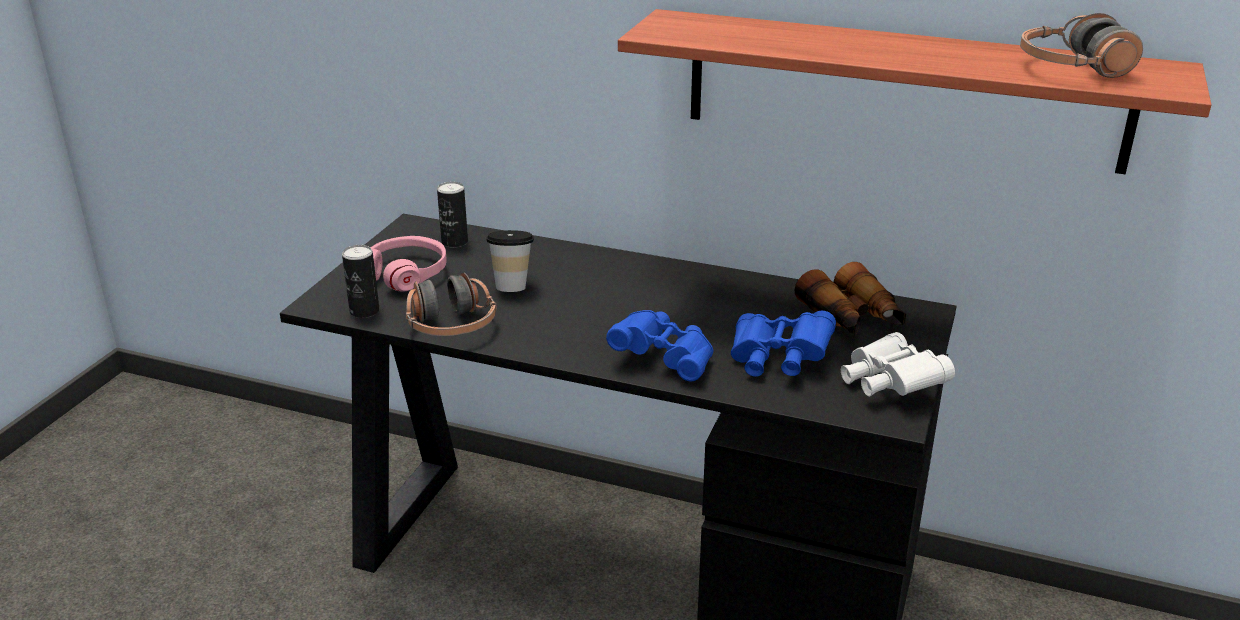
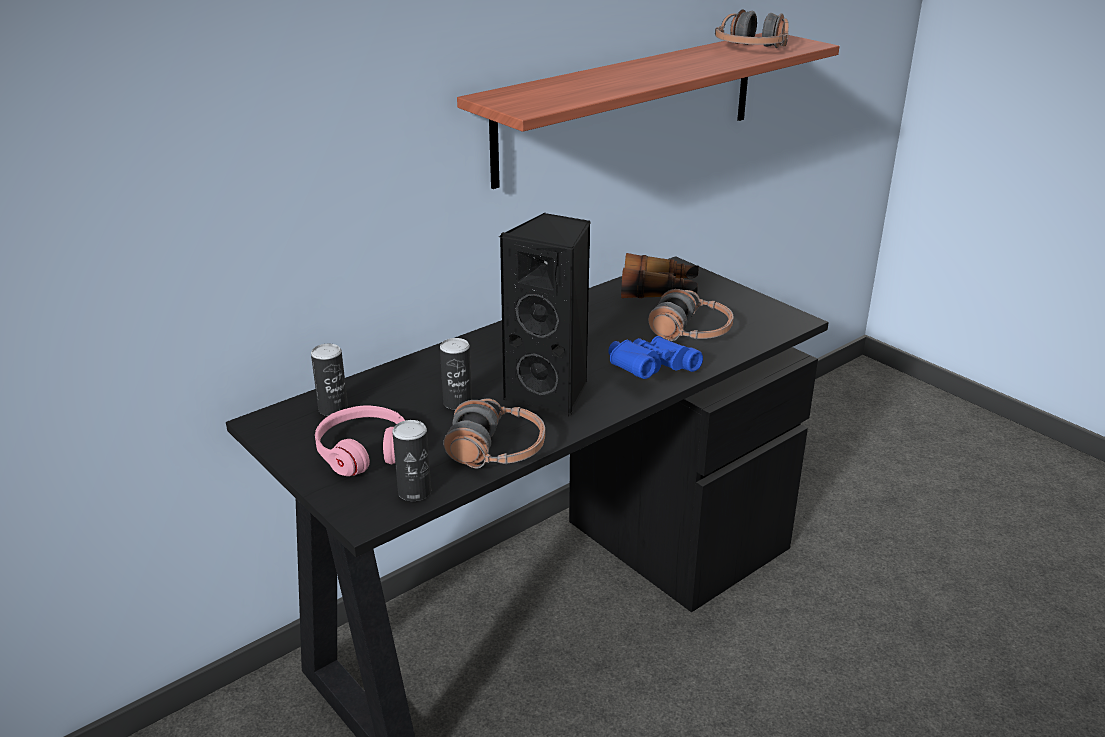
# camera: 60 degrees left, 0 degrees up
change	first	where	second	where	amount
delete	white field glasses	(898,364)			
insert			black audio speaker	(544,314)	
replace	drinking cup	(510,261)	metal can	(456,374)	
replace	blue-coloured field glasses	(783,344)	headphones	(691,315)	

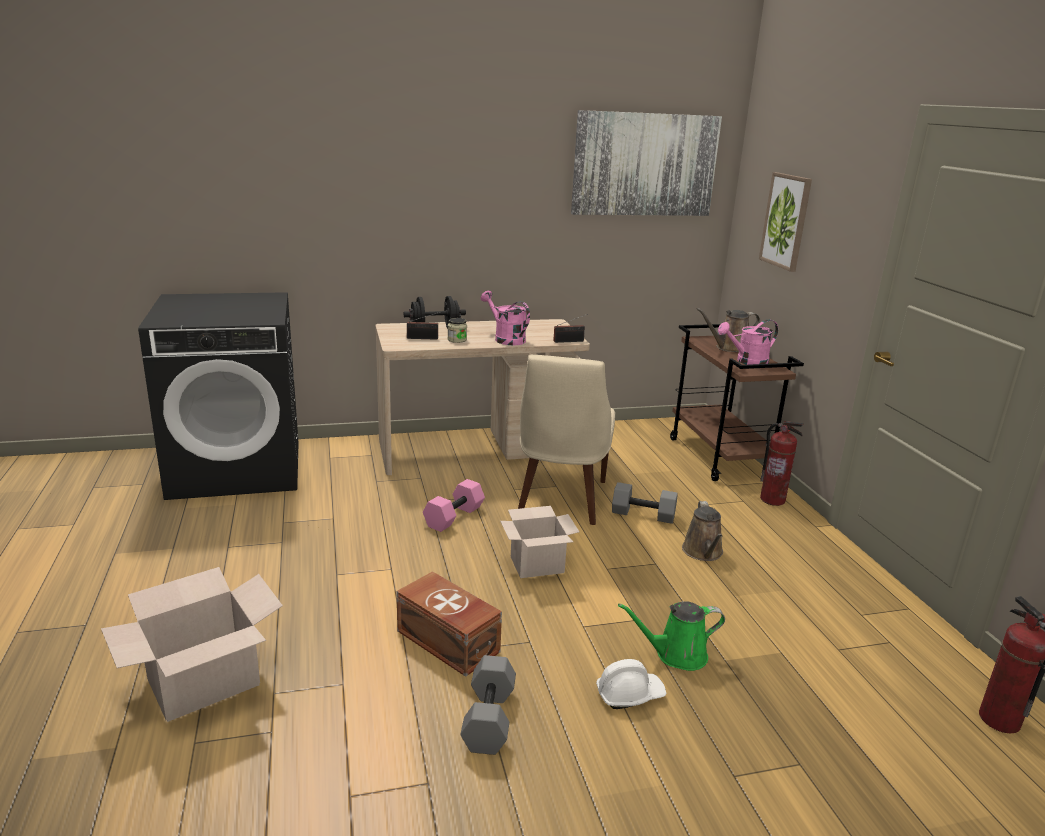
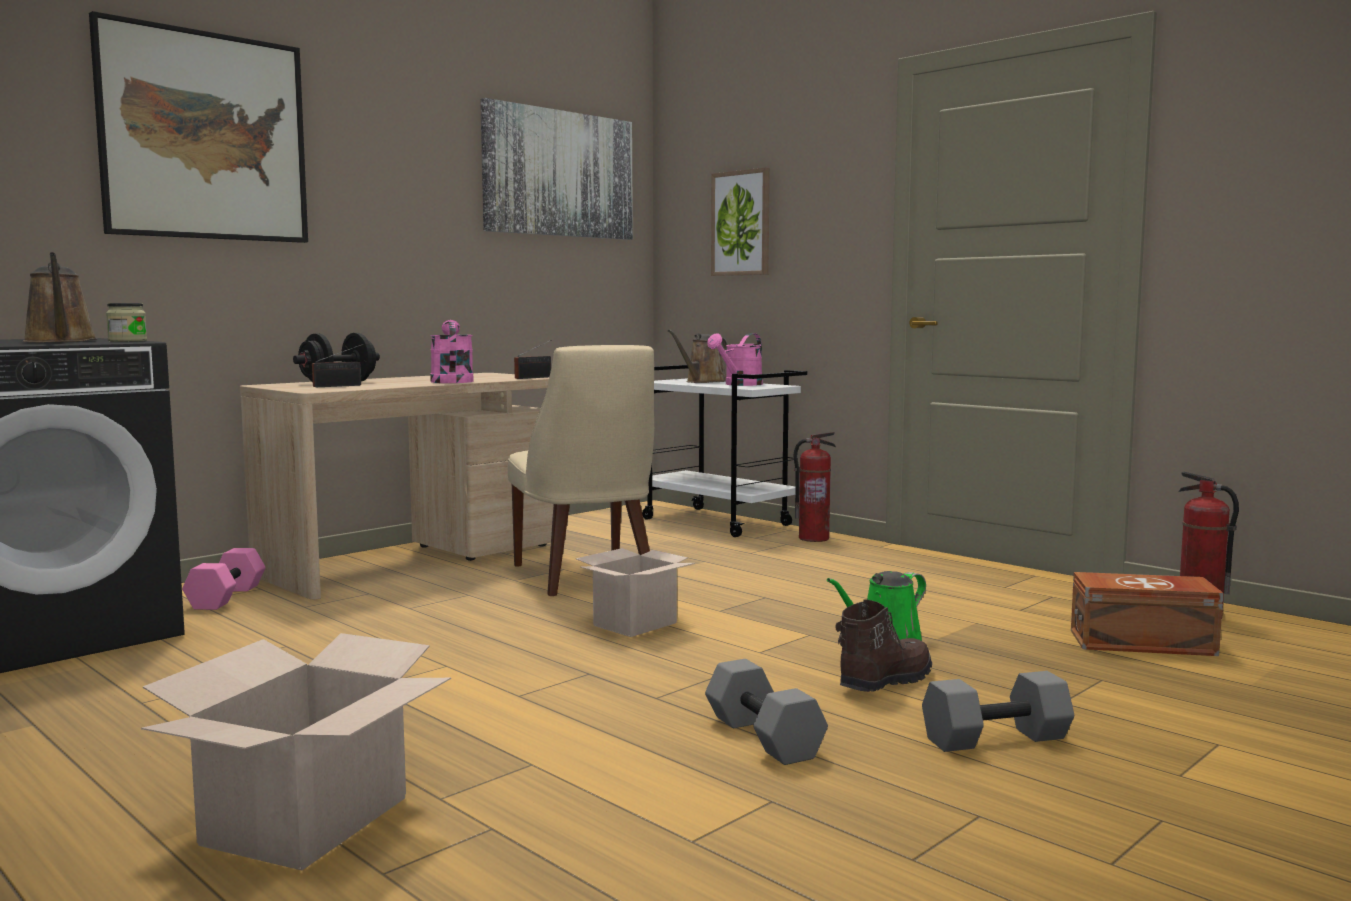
# camera: 30 degrees left, 15 degrees down
change	first	where	second	where	amount
insert			wall art	(198,127)	
move	brown-coloured storage bin	(449,624)		(1147,614)	
move	pink-coloured free weight	(454,505)		(223,579)	
move	jar	(457,330)		(126,322)	
move	grey free weight	(645,503)		(998,711)	
move	brown-coloured sprinkling can	(702,531)		(60,297)	
replace	white work helmet	(631,684)	brown-coloured tall boot	(883,646)	
recolor	brown-coloured wheeled cart	(737,402)	white wheeled cart	(724,451)	
rotate	pink-coloured sprinkling can	(505,318)		(452,351)	60 degrees clockwise

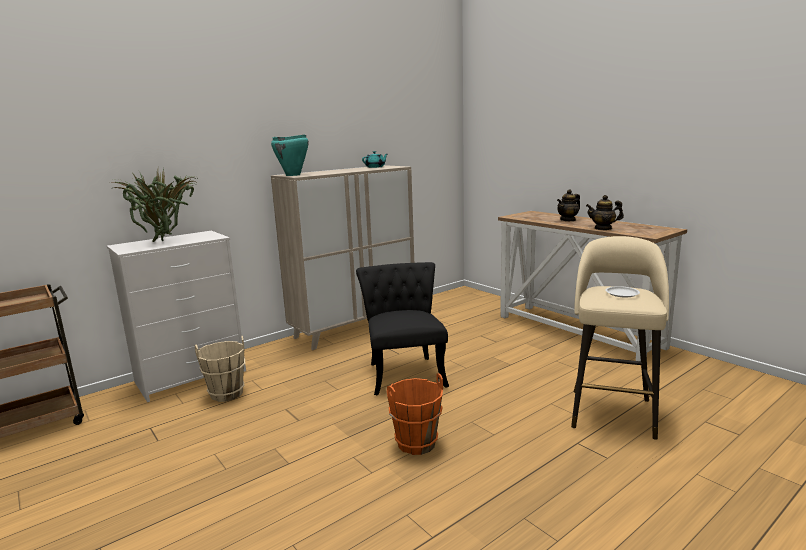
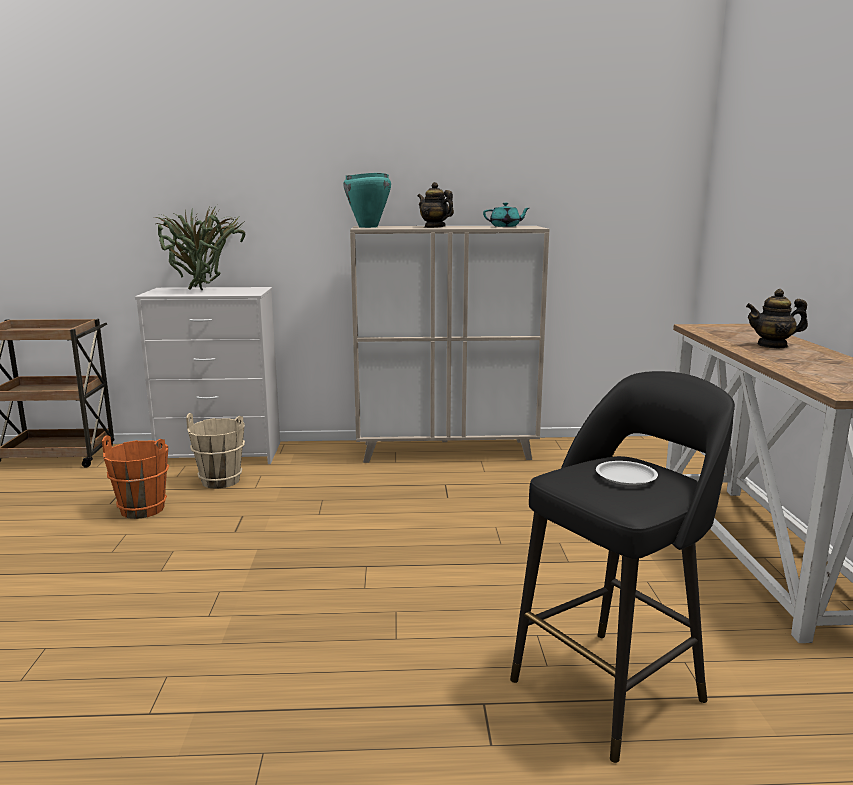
# camera: 35 degrees right, 0 degrees up
change	first	where	second	where	amount
delete	black upright chair	(402,328)			
move	orange water bucket	(415,414)		(135,477)	
move	tea pot	(605,212)		(435,205)	
recolor	beige stool	(620,338)	black stool	(622,567)	

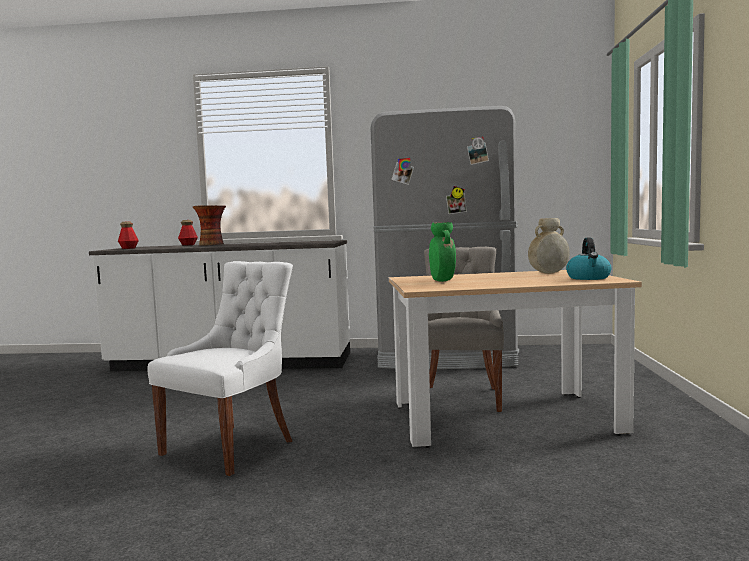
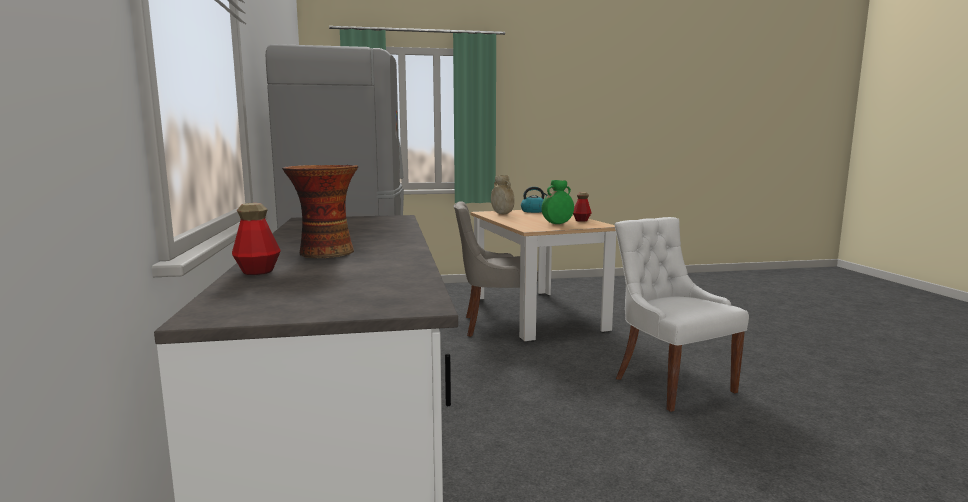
# camera: 105 degrees left, 5 degrees up
change	first	where	second	where	amount
move	drink bottle	(128,235)		(582,207)	
rotate	white upright chair	(220,368)		(682,314)	45 degrees clockwise

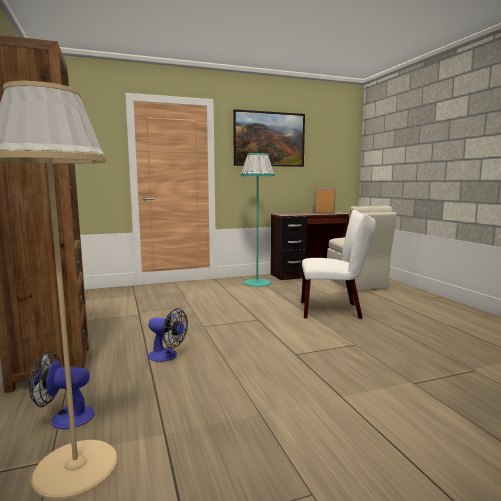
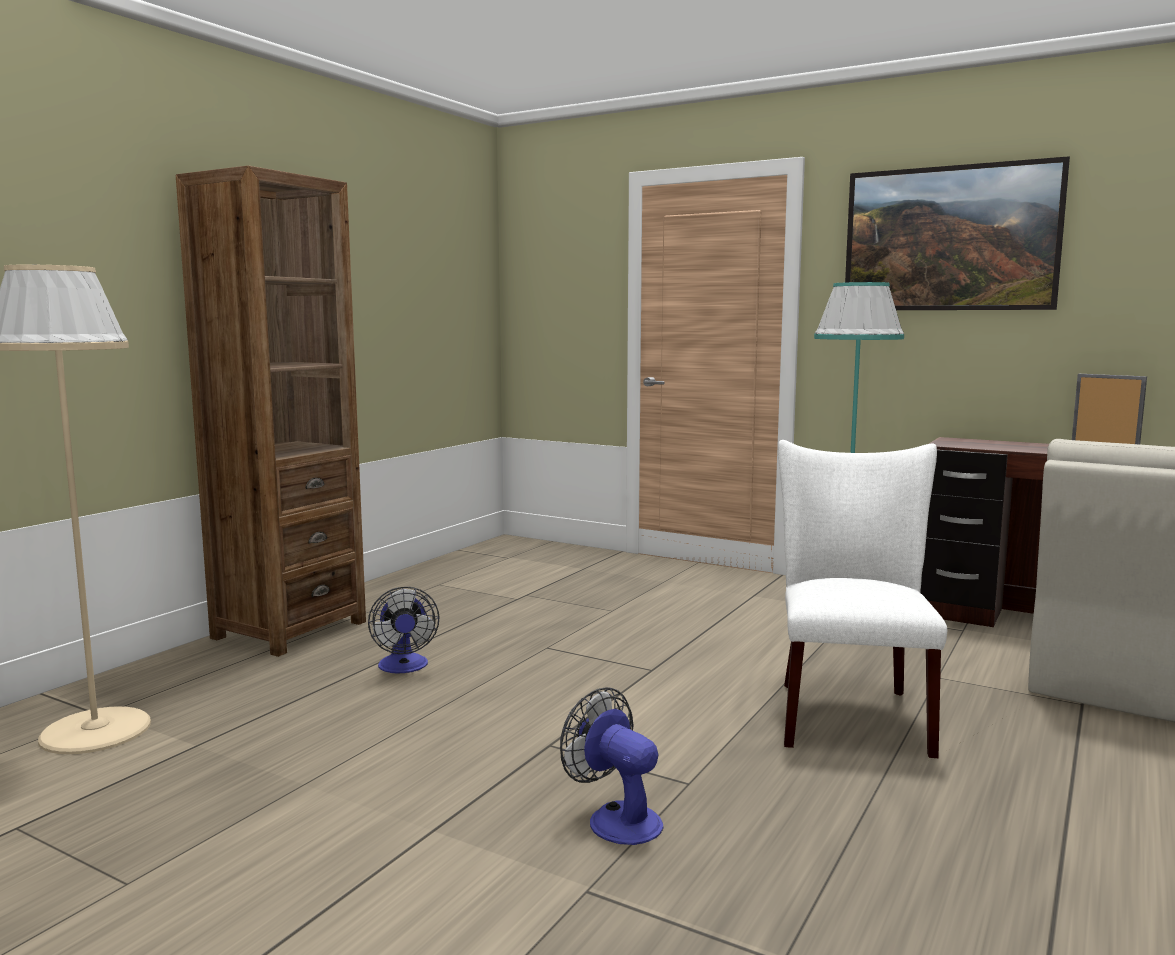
# camera: 50 degrees right, 0 degrees up
change	first	where	second	where	amount
move	cooling fan	(61,390)		(611,766)	
rotate	white upright chair	(338,264)		(862,599)	135 degrees counterclockwise

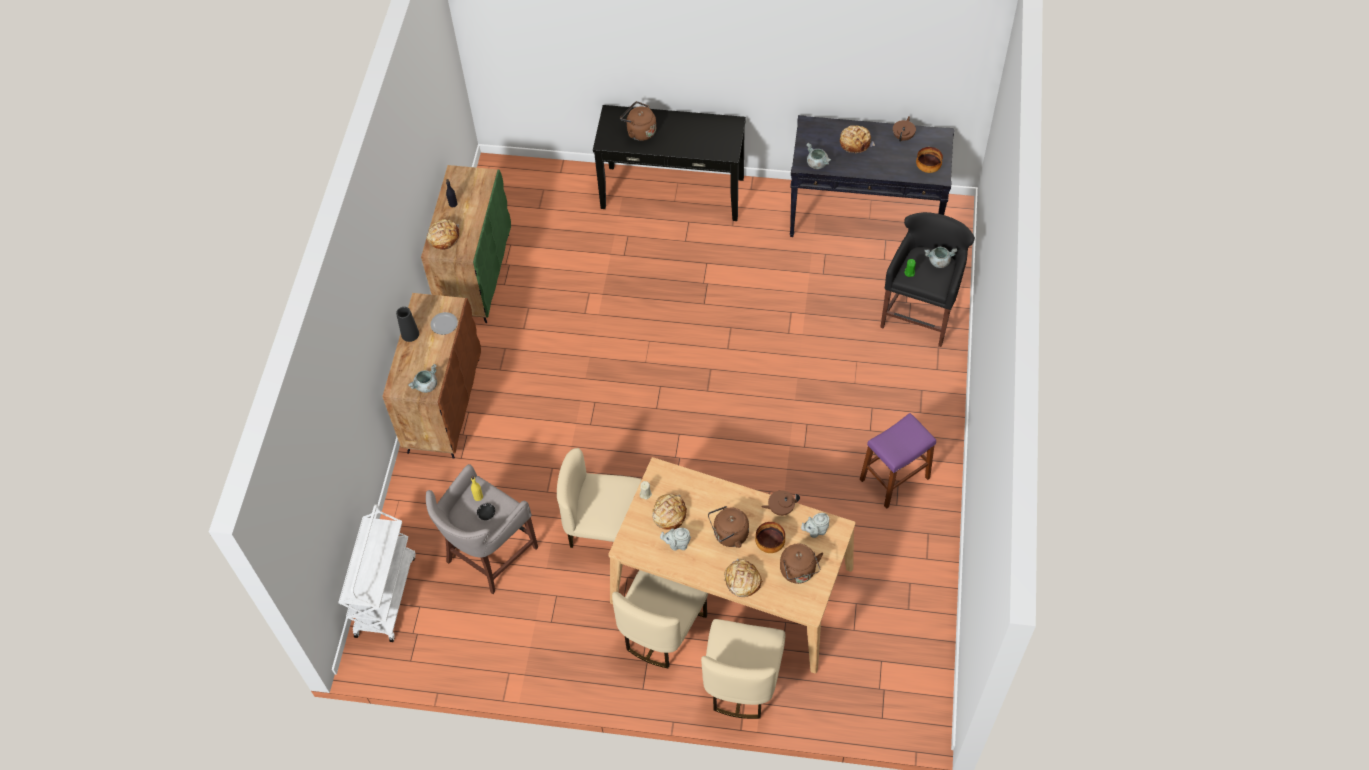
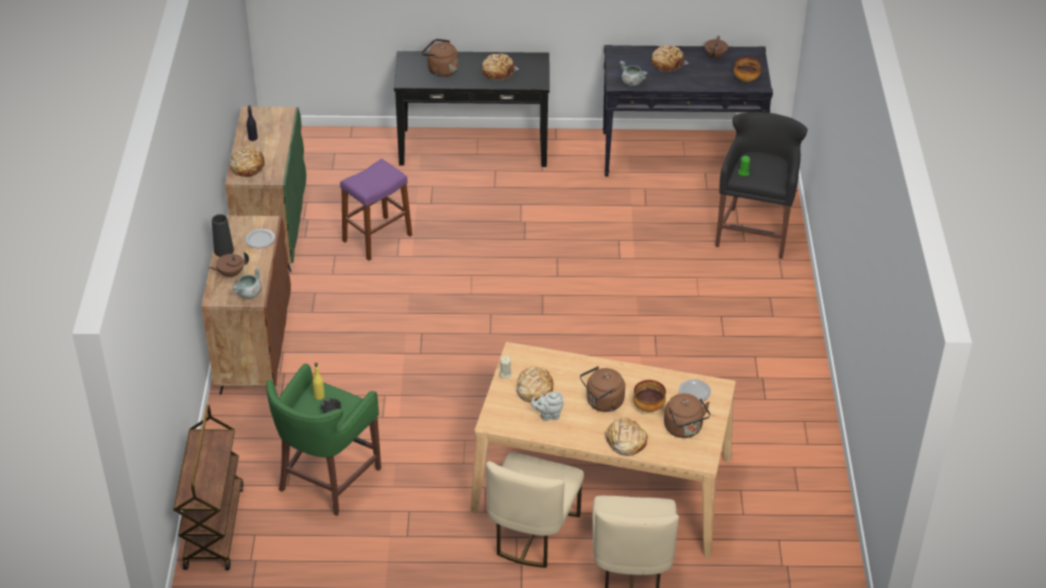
# camera: 10 degrees left, 15 degrees down
change	first	where	second	where	amount
delete	beige upright chair	(599,498)			
delete	grey saucepot	(941,257)			
insert			baked bread	(500,67)	
move	brown-coloured tea pot	(780,503)		(229,265)	
move	purplish stool	(898,461)		(376,210)	
replace	grey tea pot	(815,525)	dinner plate	(695,390)	
recolor	white wheeled cart	(377,573)	brown-coloured wheeled cart	(208,487)	
recolor	grey stool	(482,529)	green-coloured stool	(323,440)	

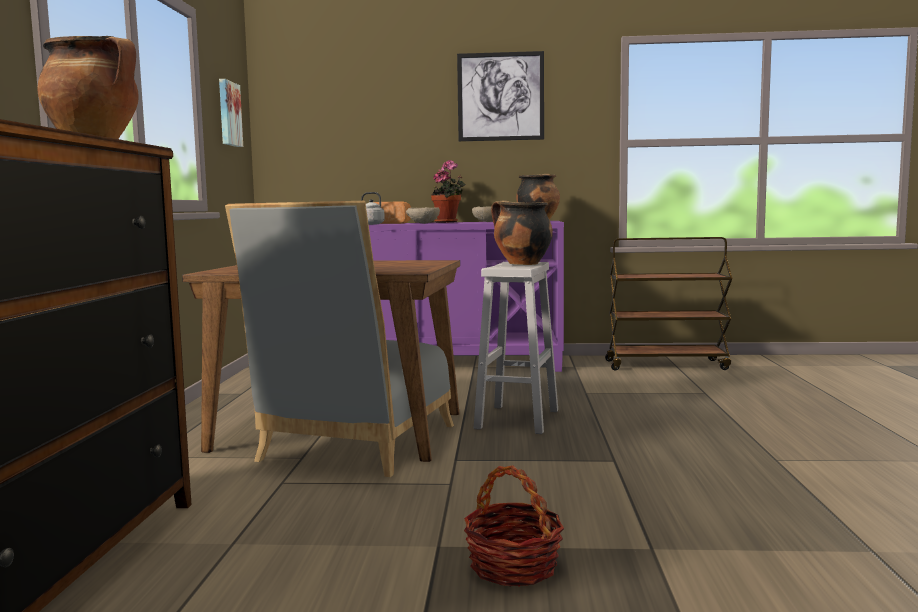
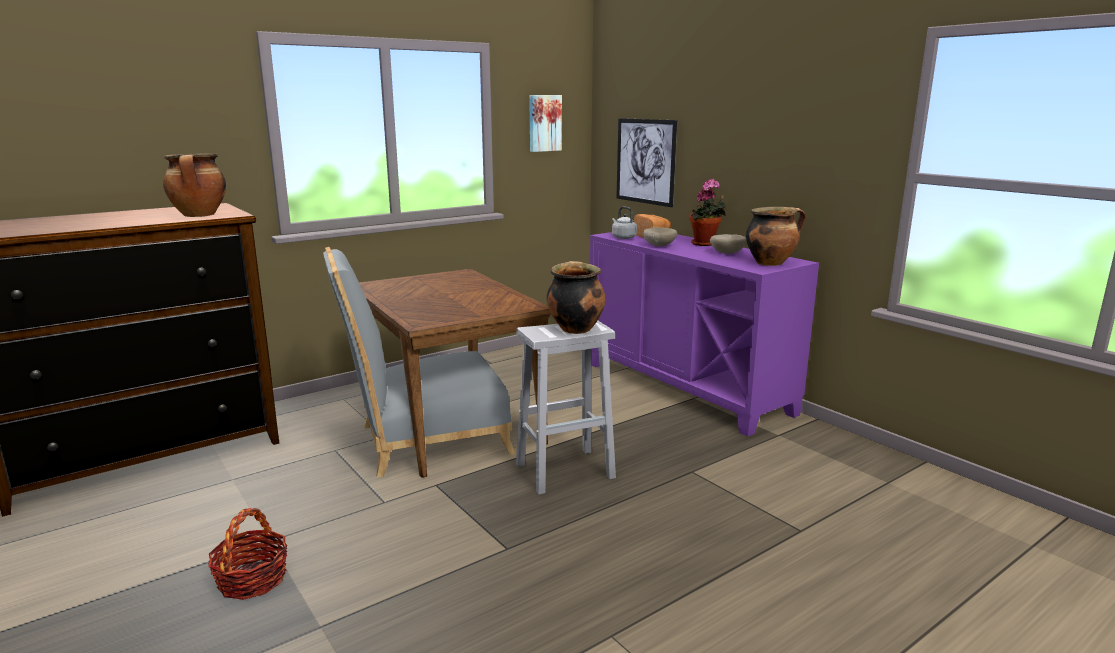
# camera: 50 degrees right, 10 degrees up
change	first	where	second	where	amount
delete	brown-coloured wheeled cart	(669,303)			
move	wall art	(500,96)		(646,162)	

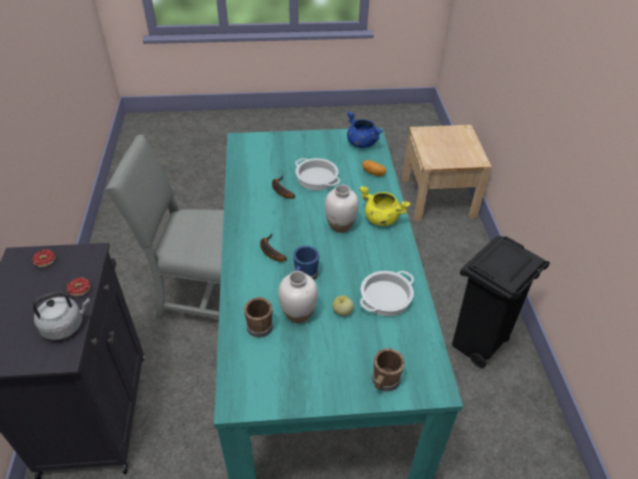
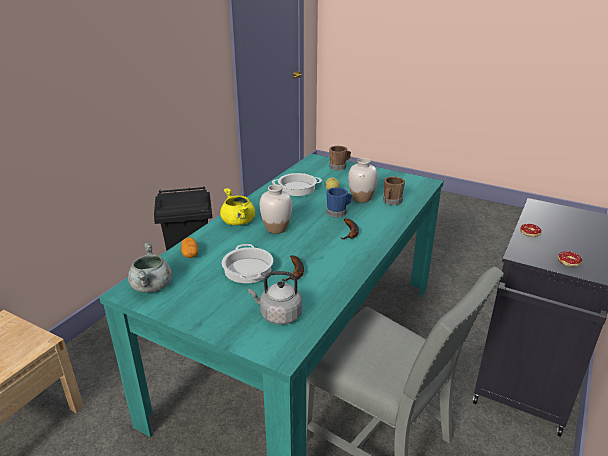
# camera: 145 degrees left, 15 degrees down
change	first	where	second	where	amount
move	grey kettle	(61,315)		(275,298)	
recolor	blue-coloured saucepot	(365,130)	grey saucepot	(150,268)	

